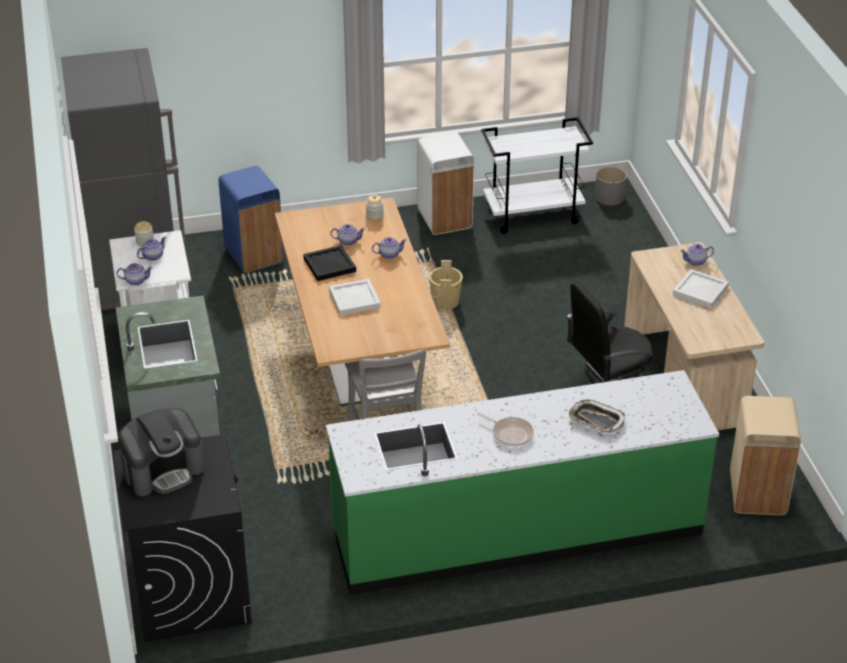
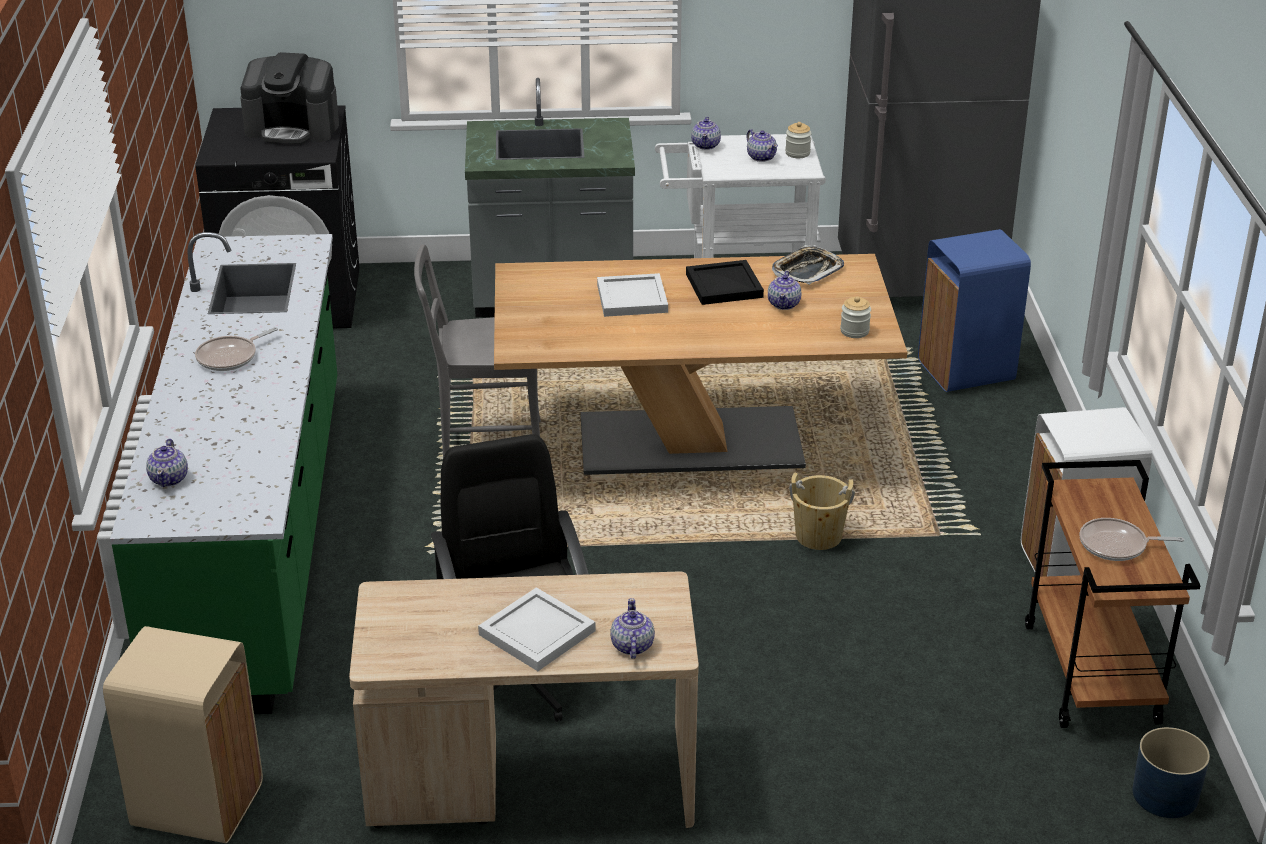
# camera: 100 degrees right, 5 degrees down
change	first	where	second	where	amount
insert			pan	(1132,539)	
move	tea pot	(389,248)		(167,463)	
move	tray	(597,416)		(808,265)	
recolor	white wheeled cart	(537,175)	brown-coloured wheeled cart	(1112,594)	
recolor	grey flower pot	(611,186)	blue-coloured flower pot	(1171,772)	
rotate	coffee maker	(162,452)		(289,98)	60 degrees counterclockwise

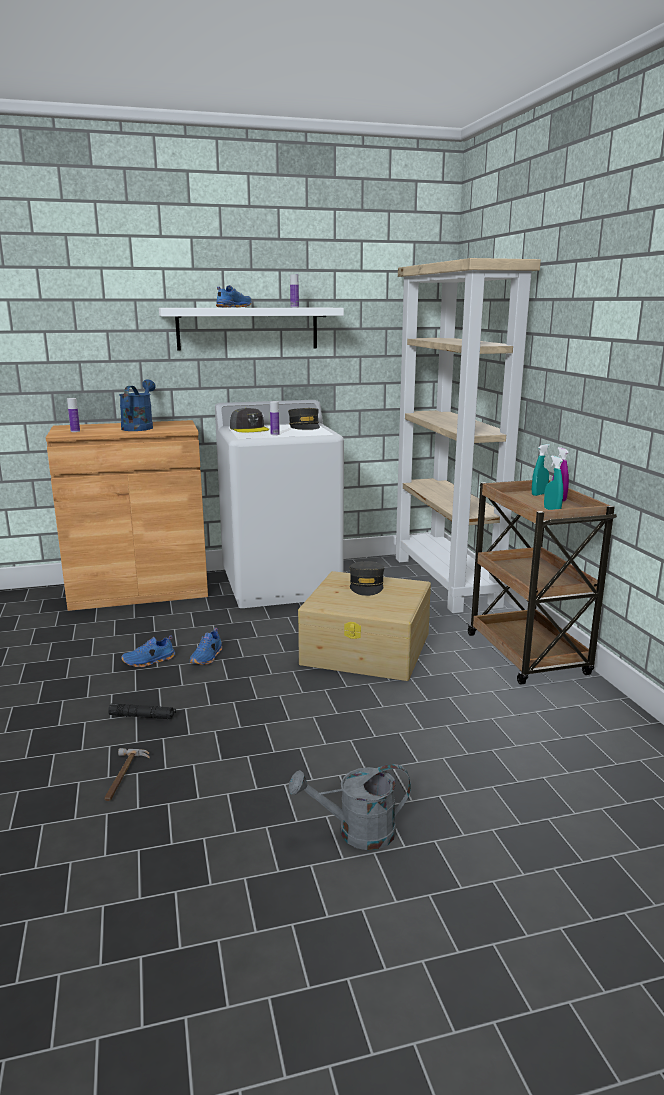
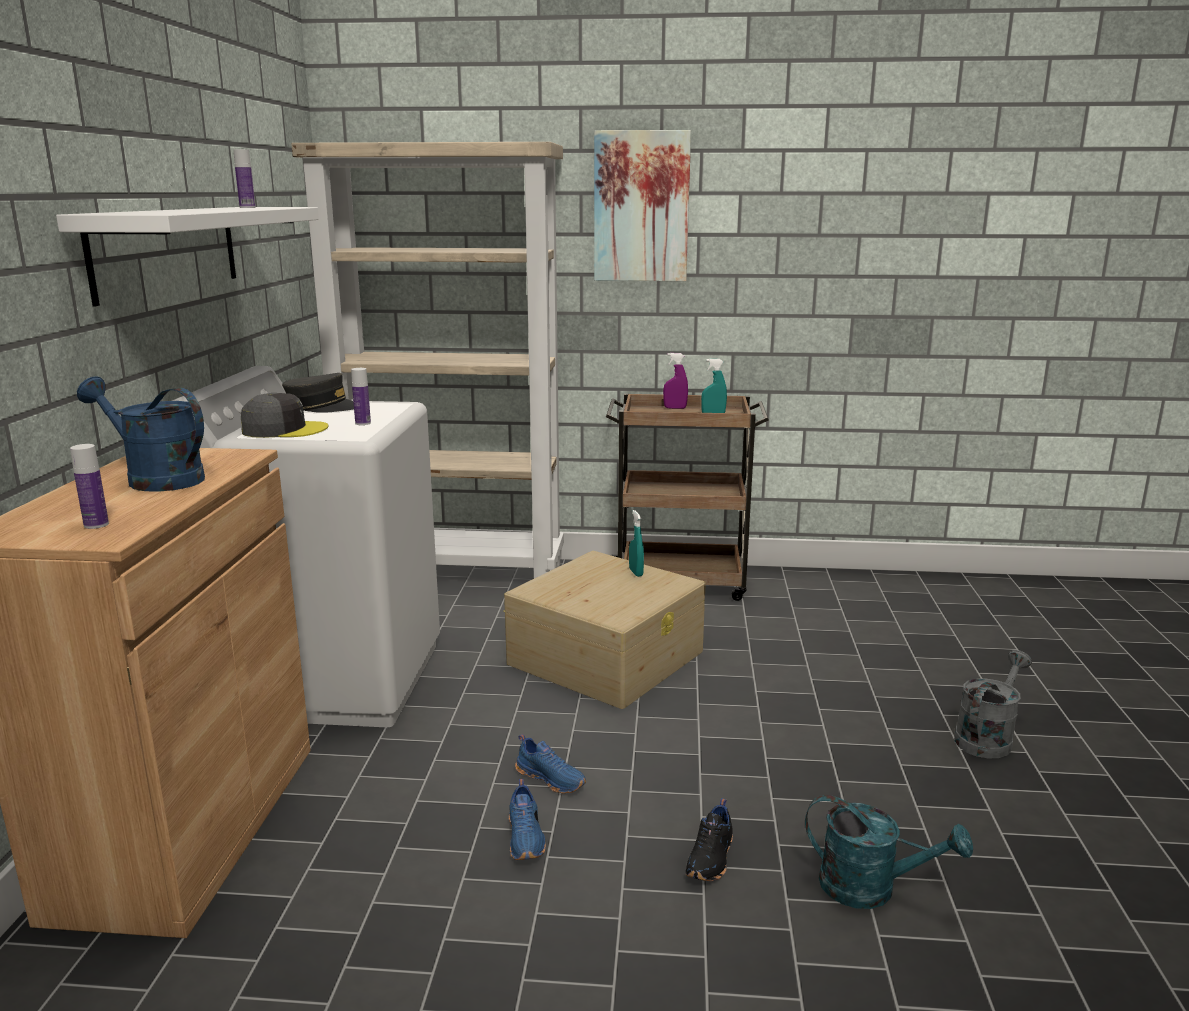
# camera: 70 degrees left, 0 degrees up
change	first	where	second	where	amount
delete	blue-coloured item of footwear	(234,296)			
delete	grey baseball cap	(367,578)			
insert			wall art	(642,205)	
move	blue-green hand sprayer	(541,470)		(636,543)	
replace	hand hammer	(127,774)	blue-green sprinkling can	(889,852)	
replace	black flashlight	(142,711)	black item of footwear	(709,839)	
rotate	grey sprinkling can	(350,807)		(993,704)	150 degrees counterclockwise

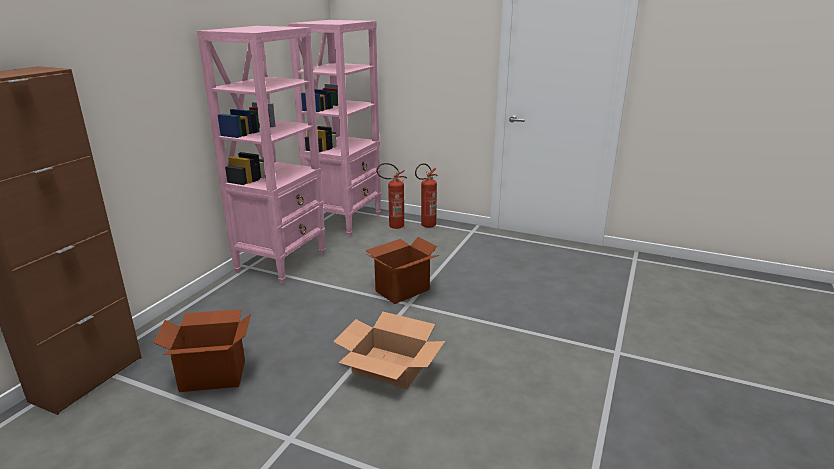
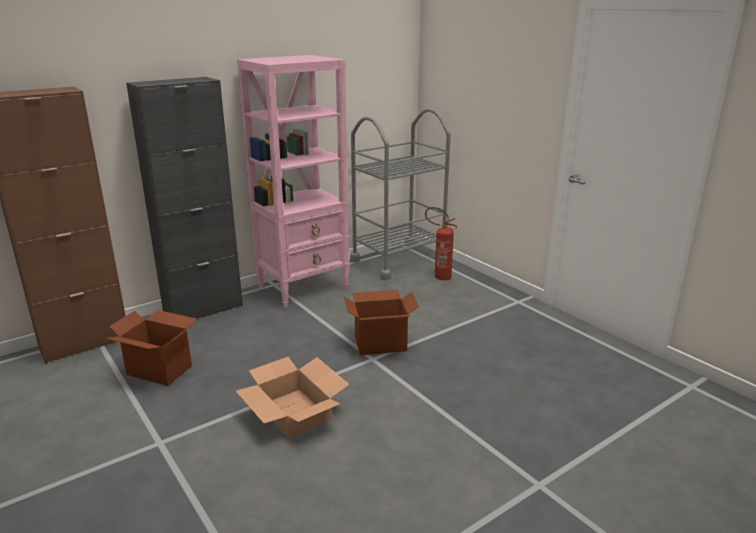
# camera: 30 degrees right, 0 degrees up
change	first	where	second	where	amount
delete	fire extinguisher	(426,195)			
insert			black cupboard	(184,198)	
replace	pink-coloured bookshelf	(334,128)	grey wheeled cart	(400,194)	

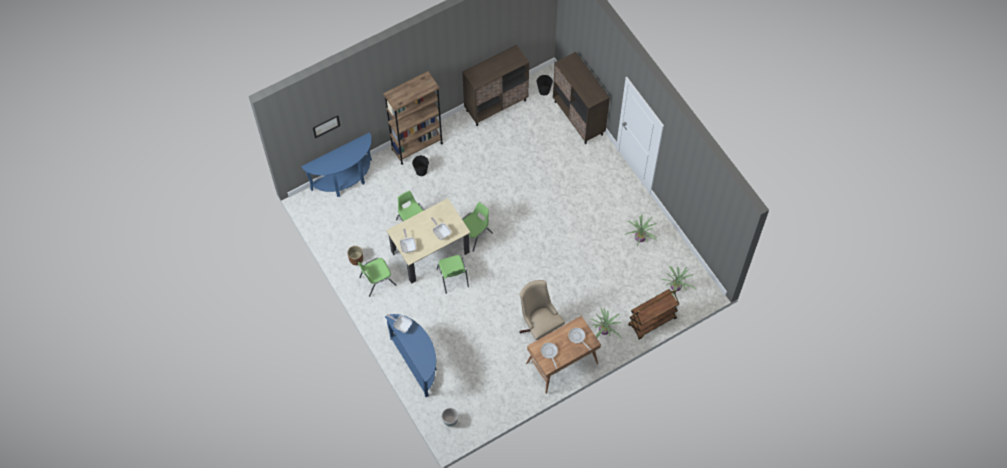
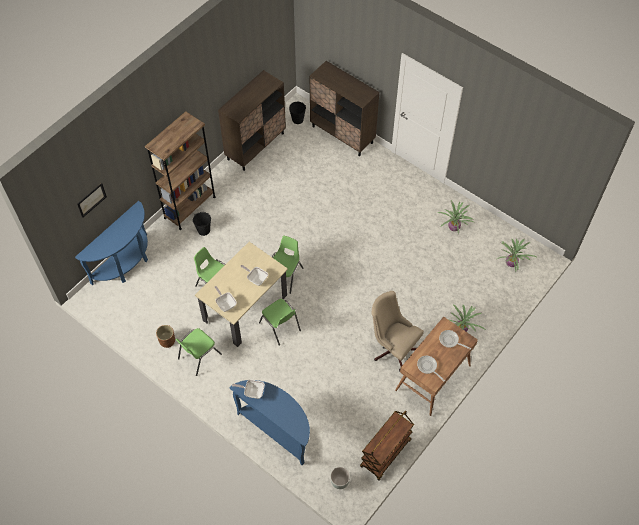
# camera: 20 degrees left, 5 degrees down
change	first	where	second	where	amount
move	brown-coloured wheeled cart	(653,314)		(387,445)	

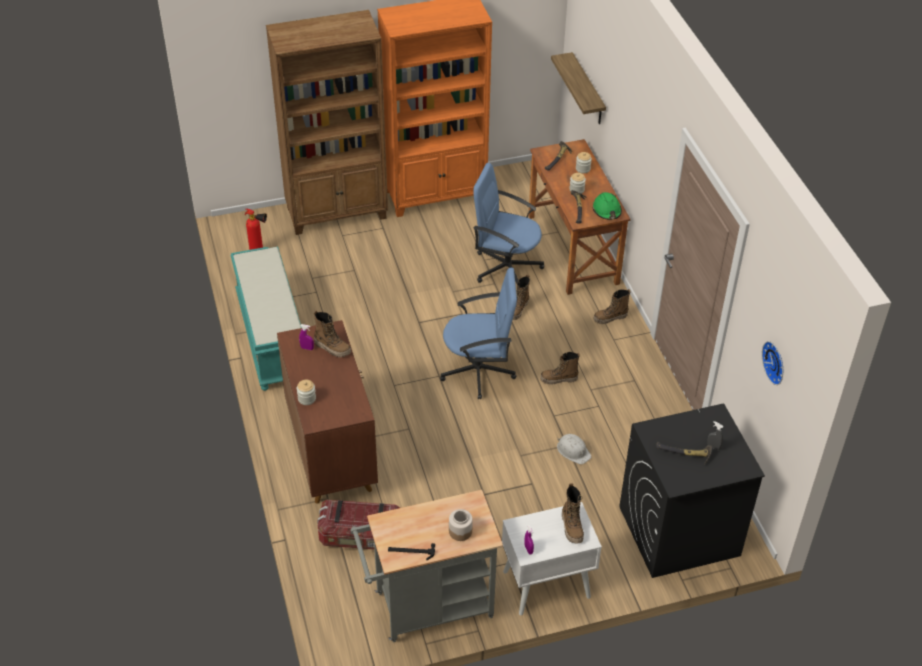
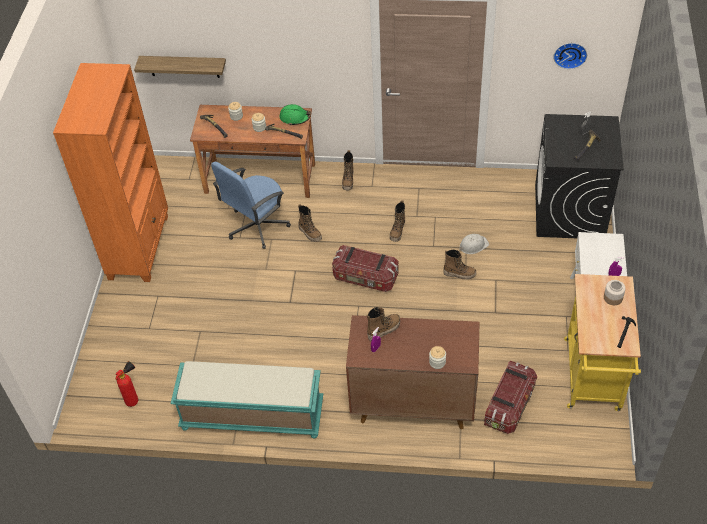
# camera: 65 degrees left, 5 degrees up
change	first	where	second	where	amount
delete	brown-coloured bookshelf	(327,122)			
move	tall boot	(573,513)		(459,265)	
replace	blue-coloured office chair	(478,333)	storage bin	(365,268)	
recolor	grey wheeled cart	(426,566)	yellow wheeled cart	(602,342)	

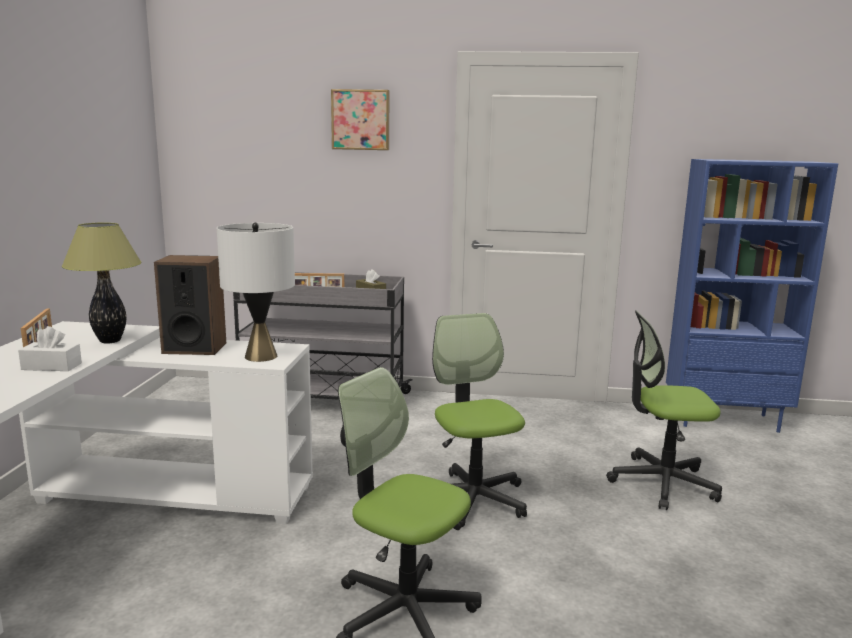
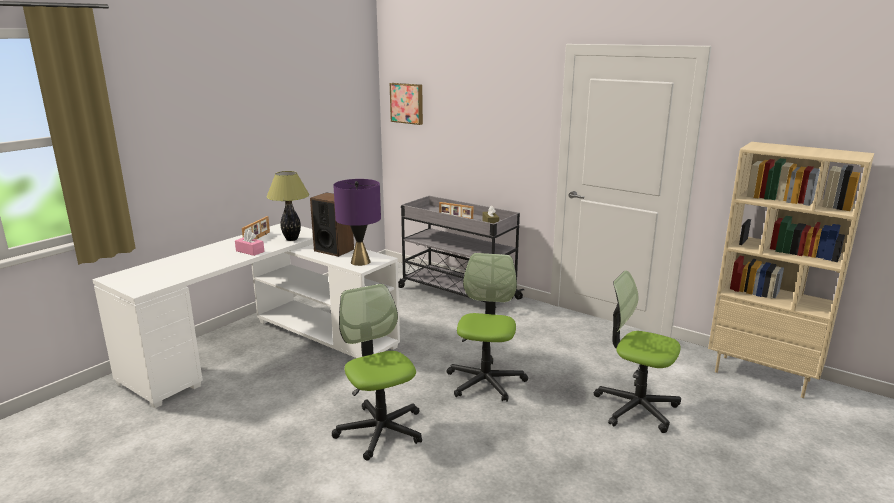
# camera: 30 degrees right, 5 degrees up
change	first	where	second	where	amount
move	wall art	(360,119)		(406,104)	
recolor	white tissue holder	(50,348)	pink-coloured tissue holder	(249,243)	
recolor	white lamp for a table	(256,292)	purplish lamp for a table	(357,222)	
recolor	blue-coloured bookshelf	(752,296)	beige bookshelf	(791,270)	

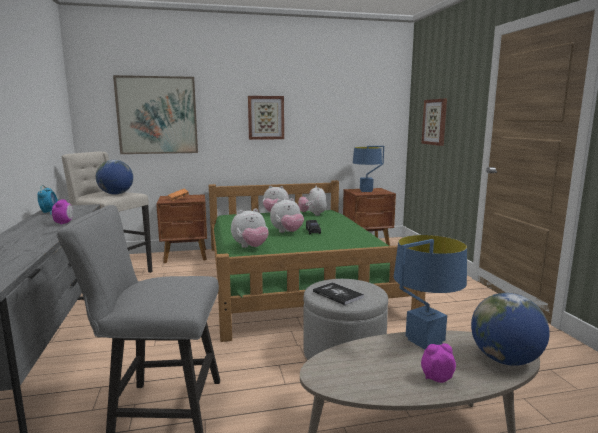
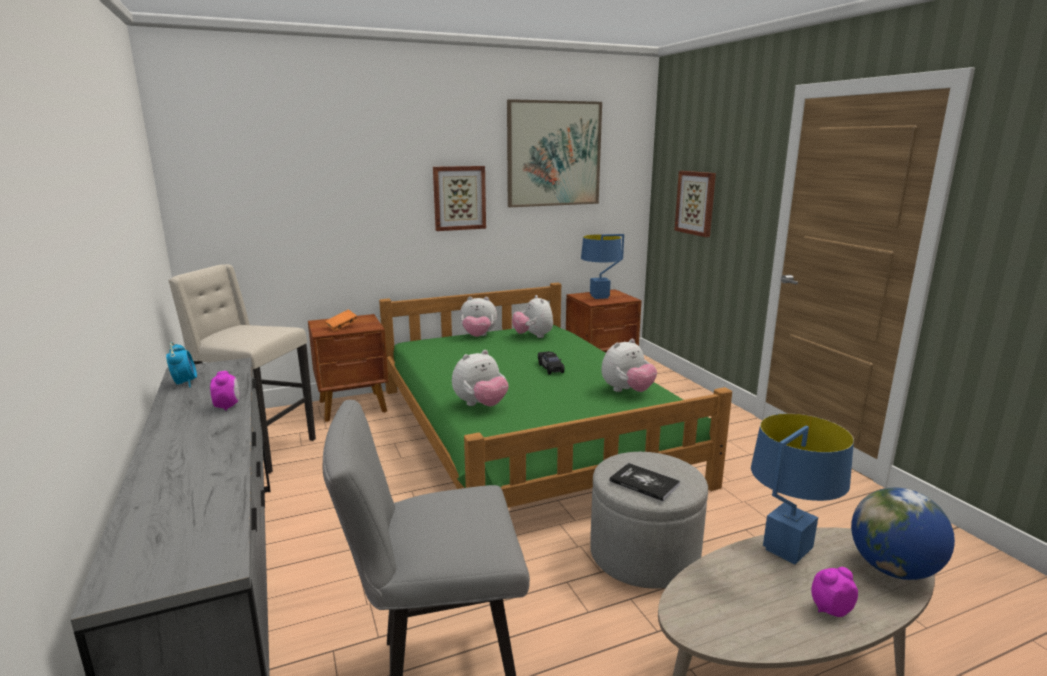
# camera: 10 degrees left, 5 degrees up
change	first	where	second	where	amount
delete	desk globe	(114,177)			
move	wall art	(155,114)		(554,153)	
move	soft toy	(287,215)		(629,365)	

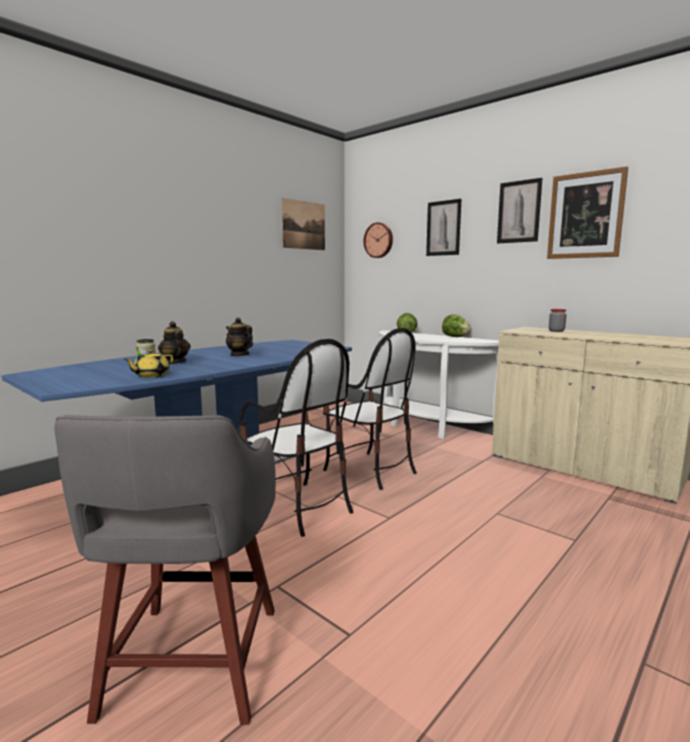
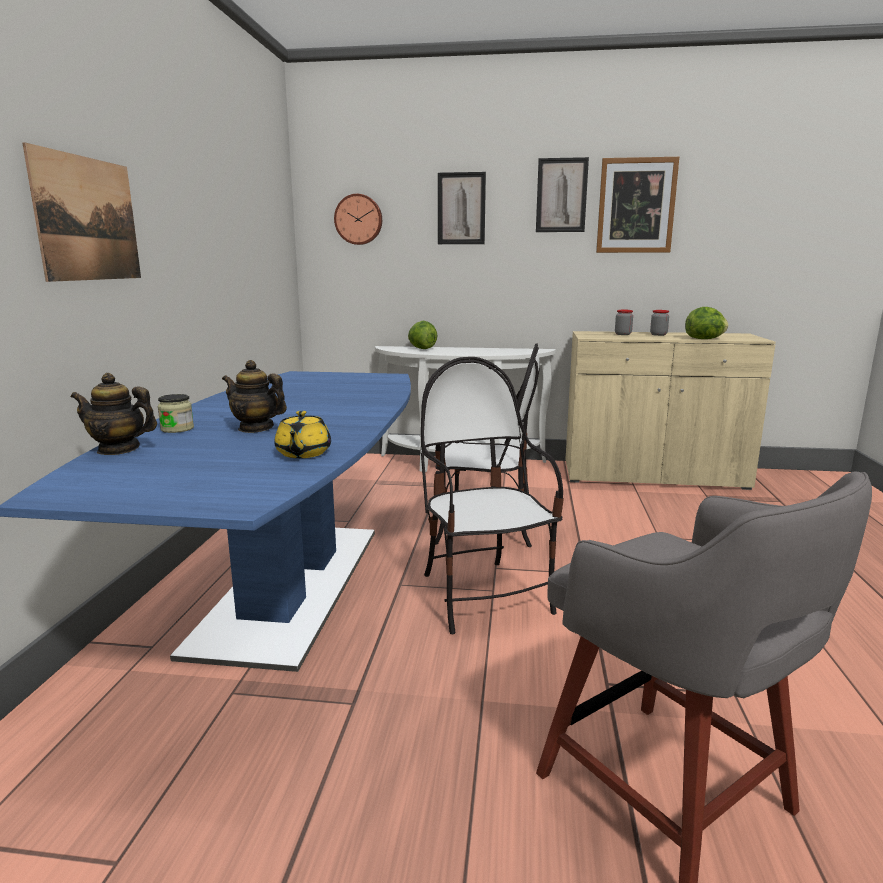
# camera: 35 degrees left, 5 degrees up
change	first	where	second	where	amount
insert			jar	(659,323)	
move	tea pot	(239,336)		(114,414)	
move	wall art	(303,224)		(82,212)	
move	lettuce	(456,325)		(706,323)	
rotate	upright chair	(296,438)		(492,495)	120 degrees counterclockwise

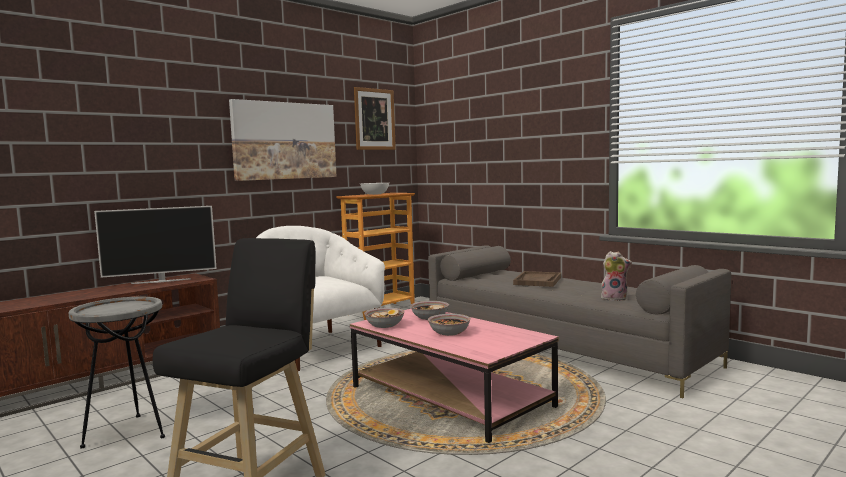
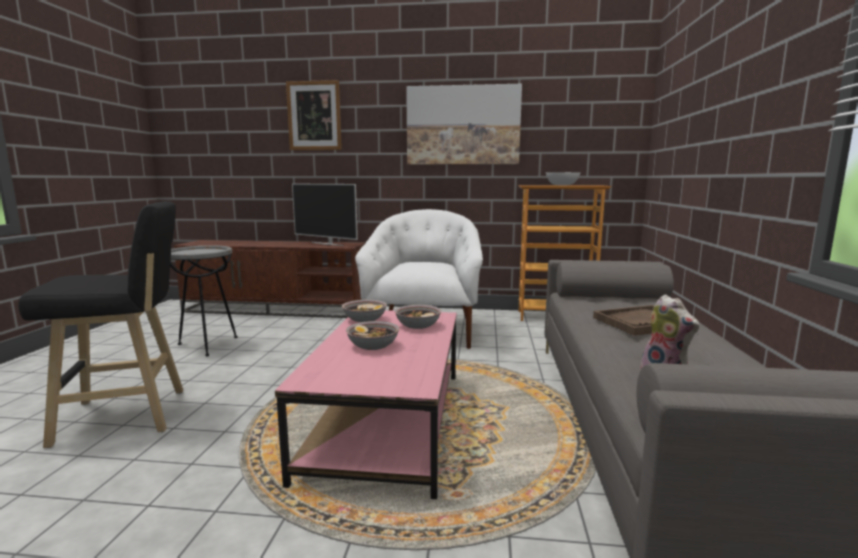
# camera: 50 degrees right, 5 degrees up
change	first	where	second	where	amount
move	wall art	(375,118)		(314,115)	

